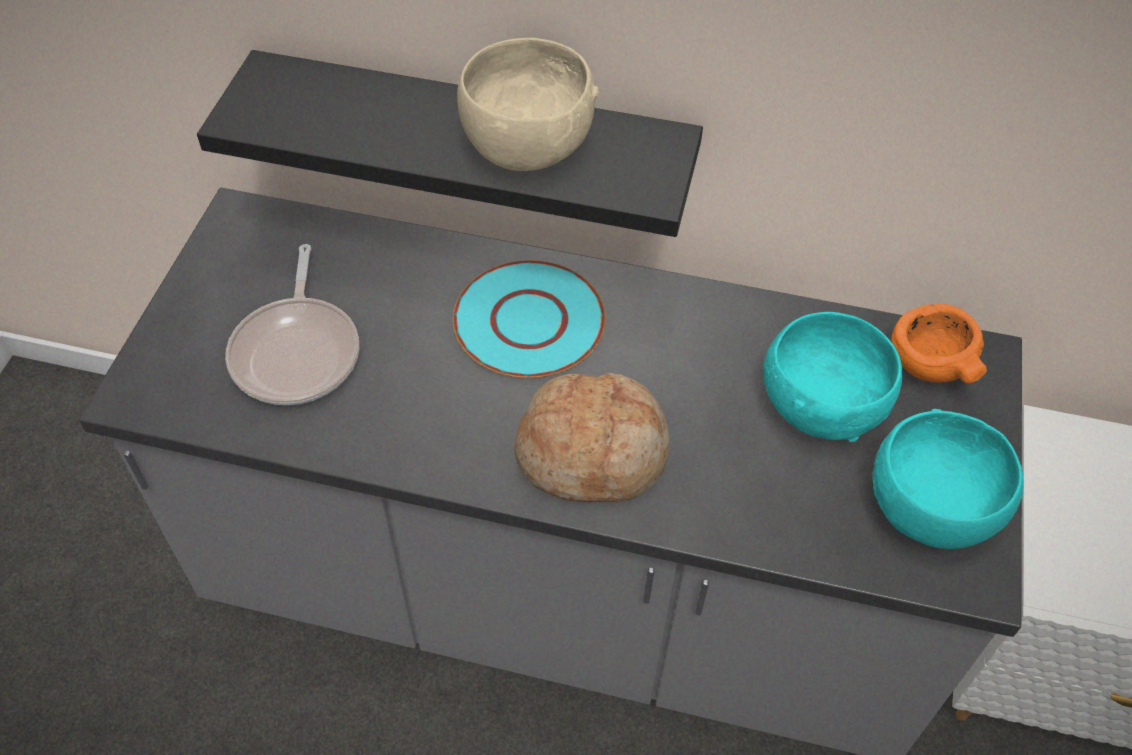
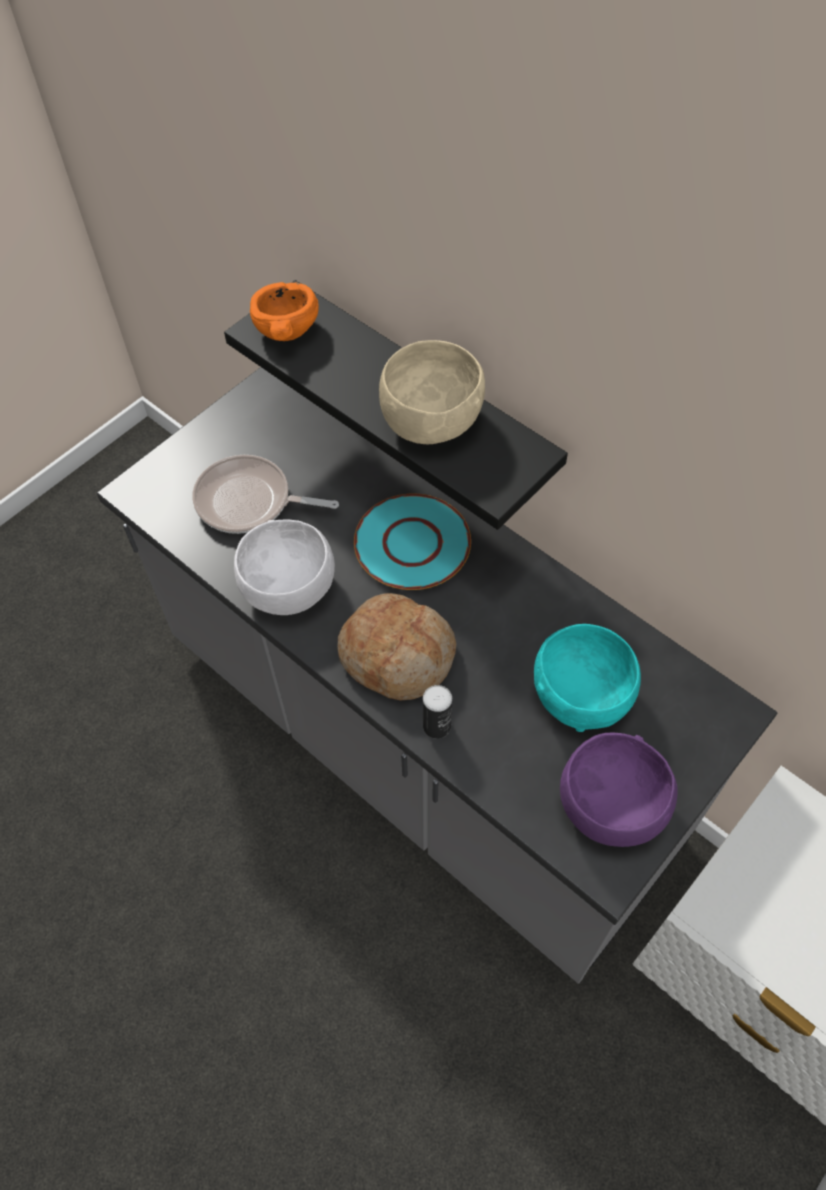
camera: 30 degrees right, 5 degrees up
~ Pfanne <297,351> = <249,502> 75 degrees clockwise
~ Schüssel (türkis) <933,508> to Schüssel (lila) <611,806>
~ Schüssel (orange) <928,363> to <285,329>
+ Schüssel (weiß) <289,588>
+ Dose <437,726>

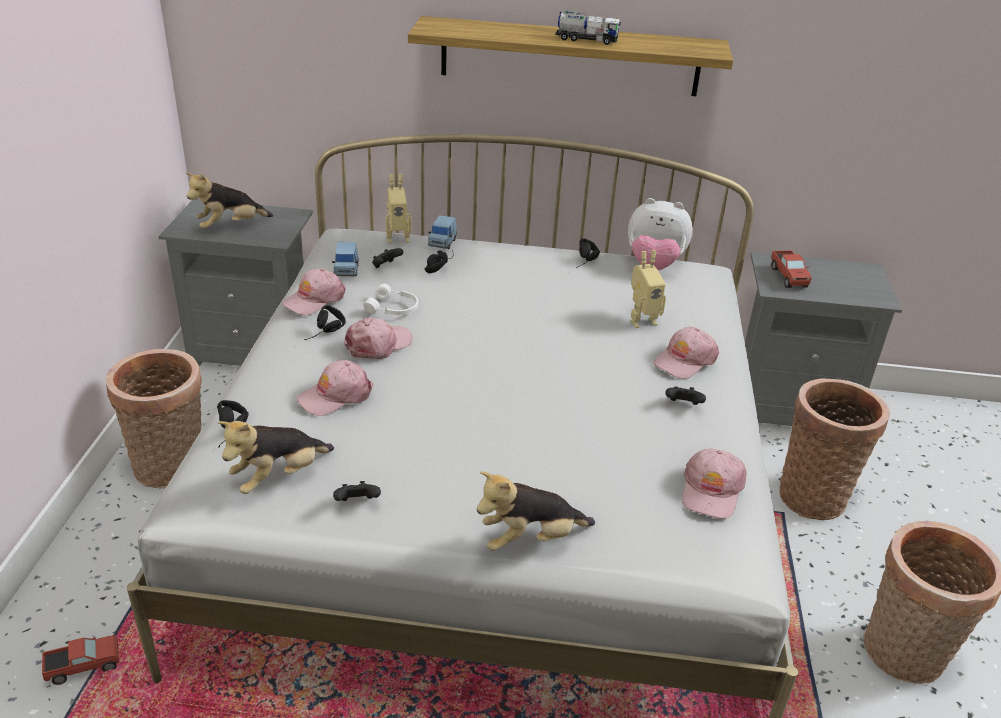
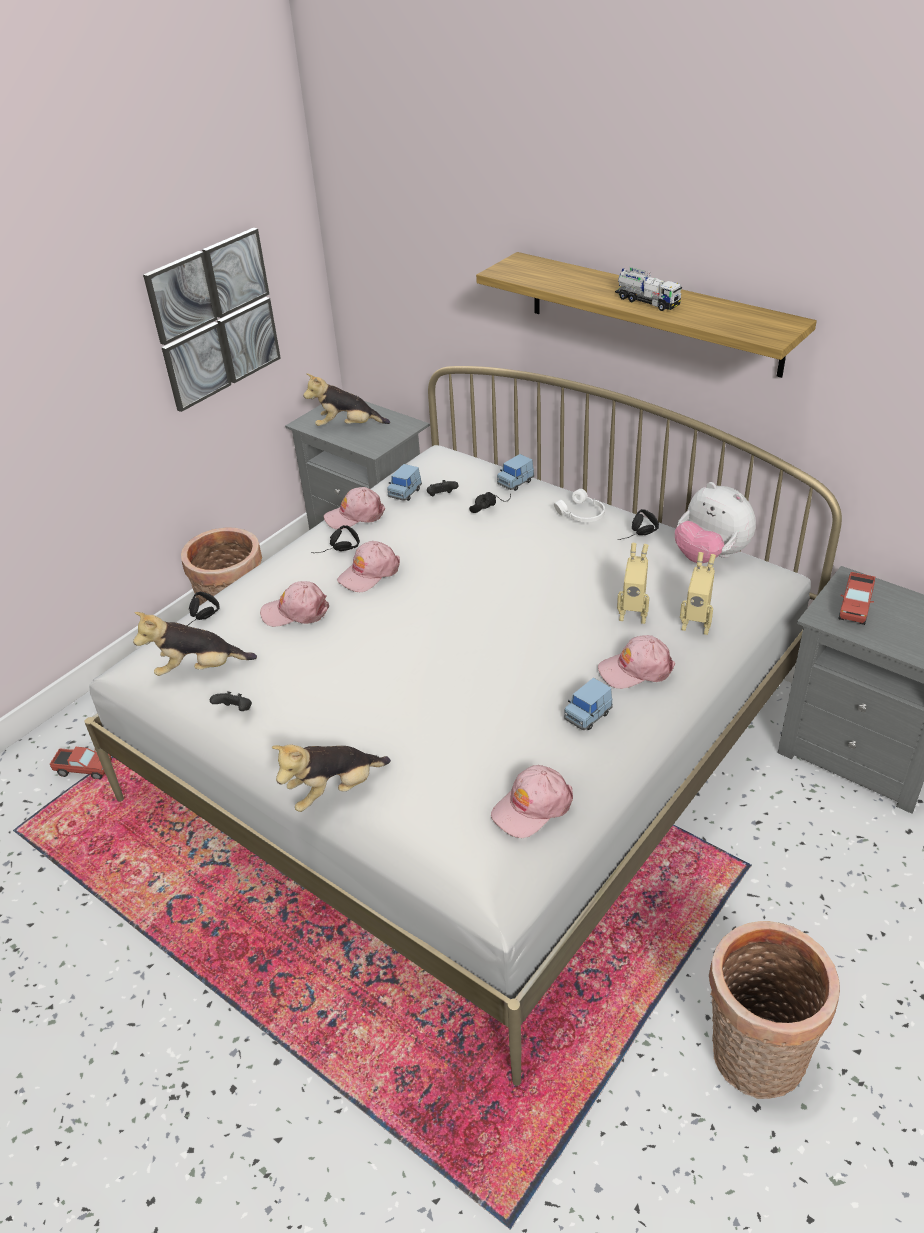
camera: 35 degrees right, 5 degrees up
~ Kappe (rosa) <378,344> = <369,573> 150 degrees clockwise
~ Kopfhörer (weiß) <393,309> to <581,514>
~ Spielzeugroboter <397,238> to <696,624>
~ Plüschtier <530,539> = <334,791> 45 degrees counterclockwise
~ Gamepad (schwarz) <683,405> to Spielzeugauto (blau) <587,715>
- Korb <814,494>
+ Bild <215,319>

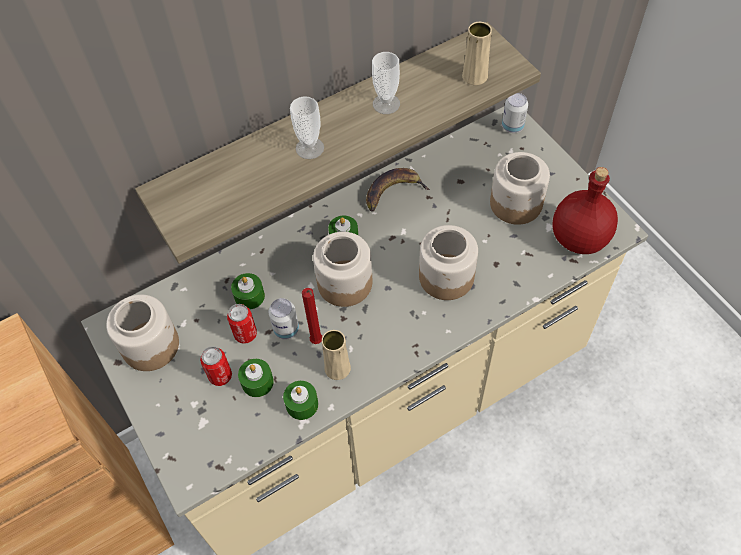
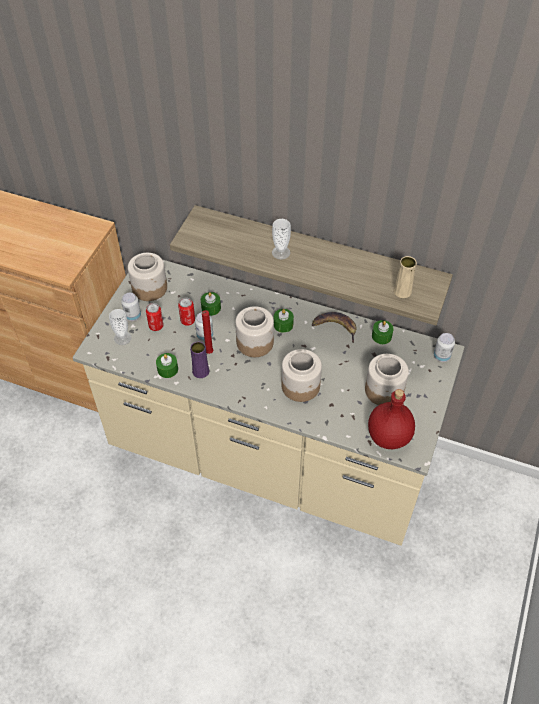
camera: 50 degrees right, 5 degrees down
~ Kerze (grün) <257,382> to <381,336>
~ Vase (beige) <337,368> to Vase (lila) <200,371>
~ Tasse <386,104> to <122,338>
+ Dose <133,316>

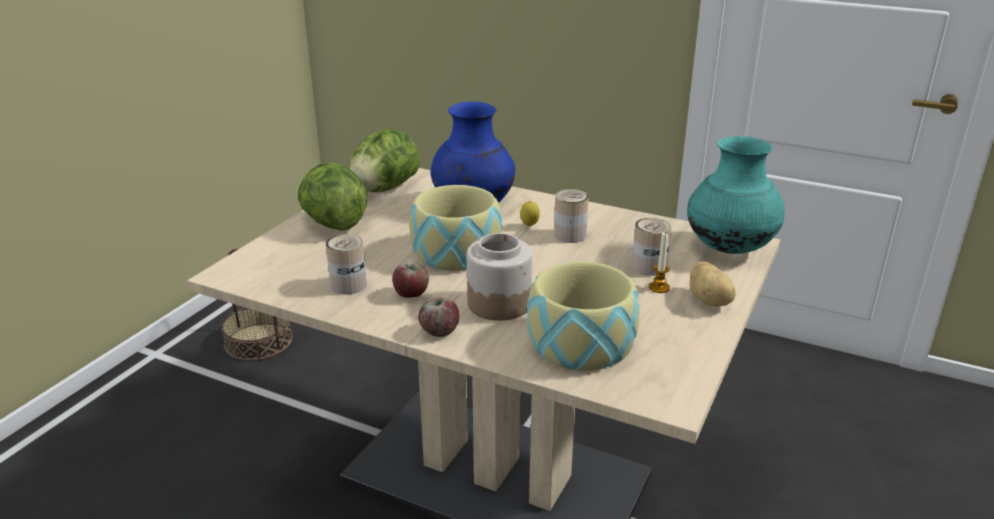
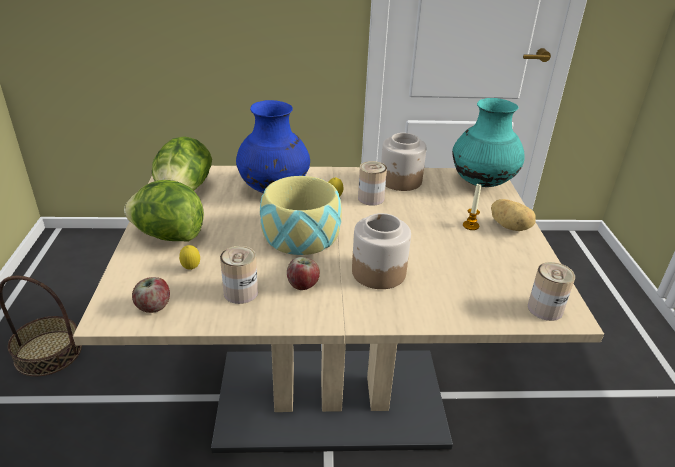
camera: 30 degrees left, 5 degrees up
~ Apfel <439,331> to <153,306>
- Schüssel <580,342>
~ Dose <649,267> to <545,309>
+ Zitrone <191,269>
+ Vorratsglas <401,181>

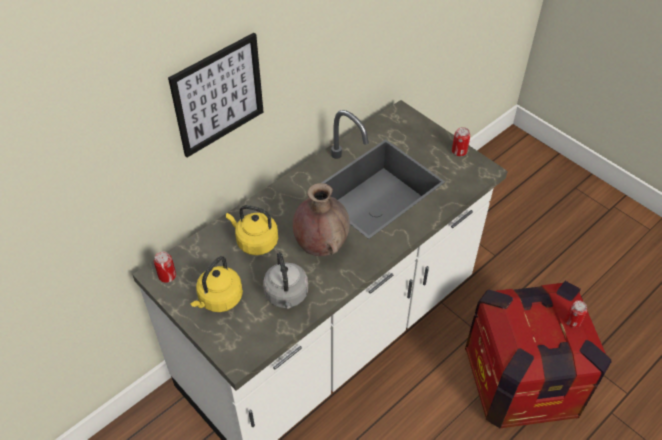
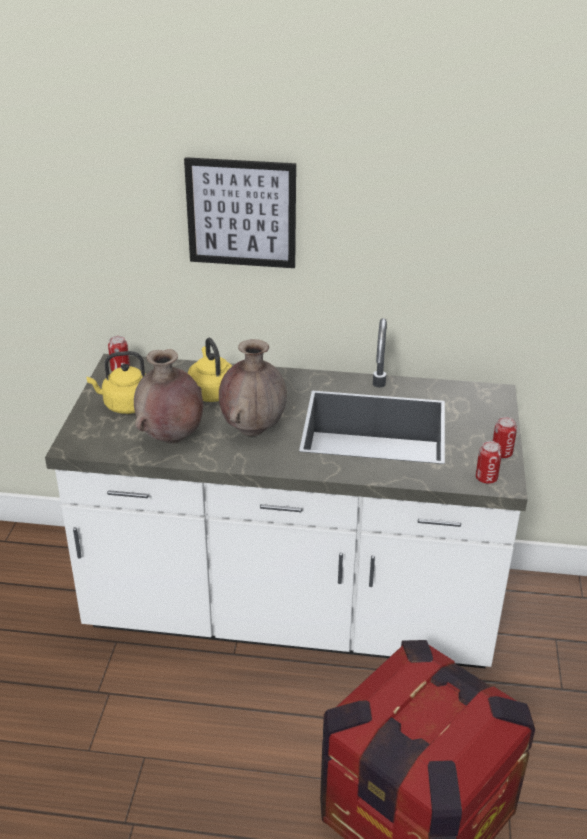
camera: 50 degrees right, 15 degrees down
~ Wasserkessel (grau) <287,296> to Vase (braun) <171,437>
~ Dose <572,321> to <486,478>

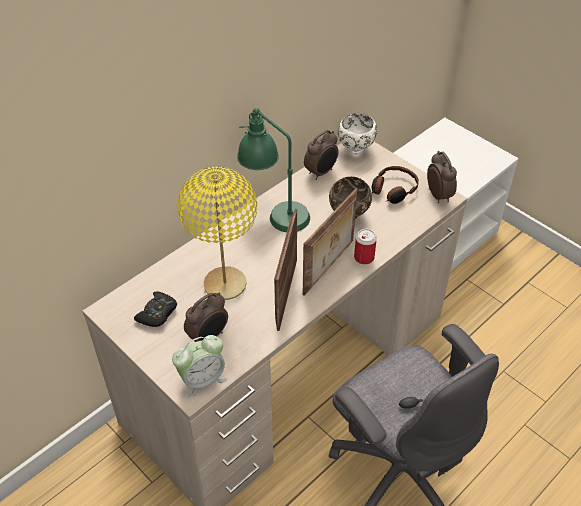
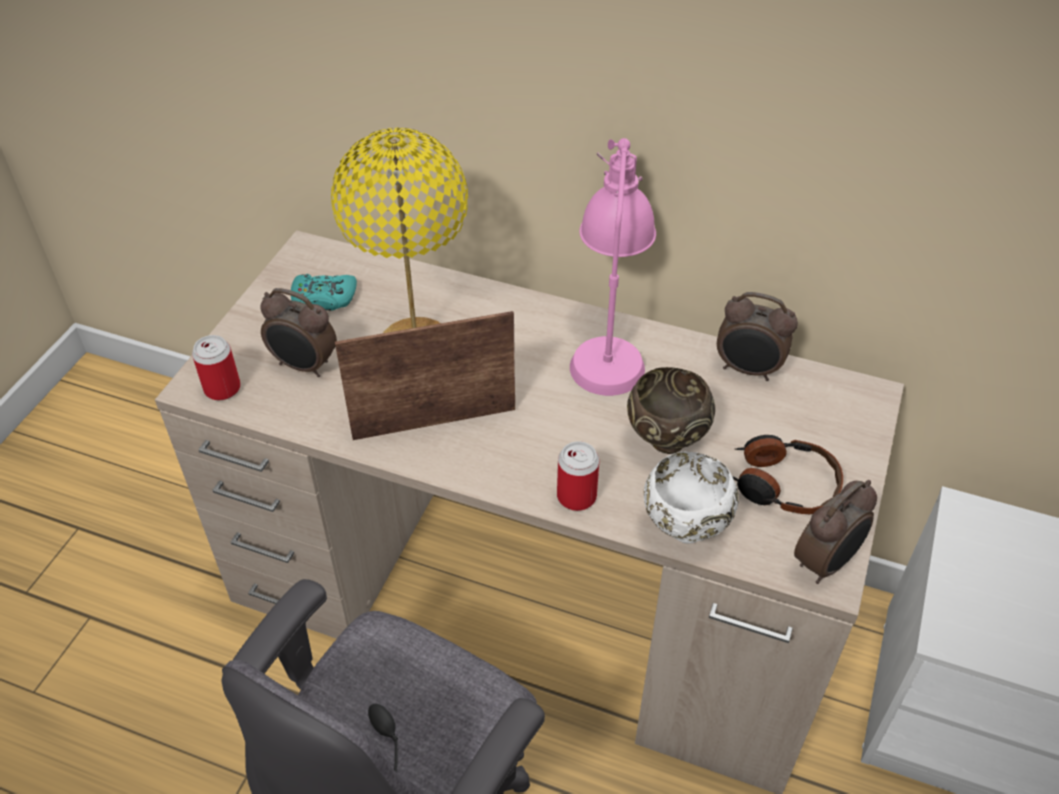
camera: 65 degrees right, 0 degrees up
~ Gamepad (schwarz) <157,313> to Gamepad (türkis) <324,299>
~ Wecker <202,380> to Dose <222,388>
~ Tischlampe (grün) <274,212> to Tischlampe (rosa) <607,344>
- Bilderrahmen <330,267>
~ Schüssel (weiß) <355,150> to <683,530>

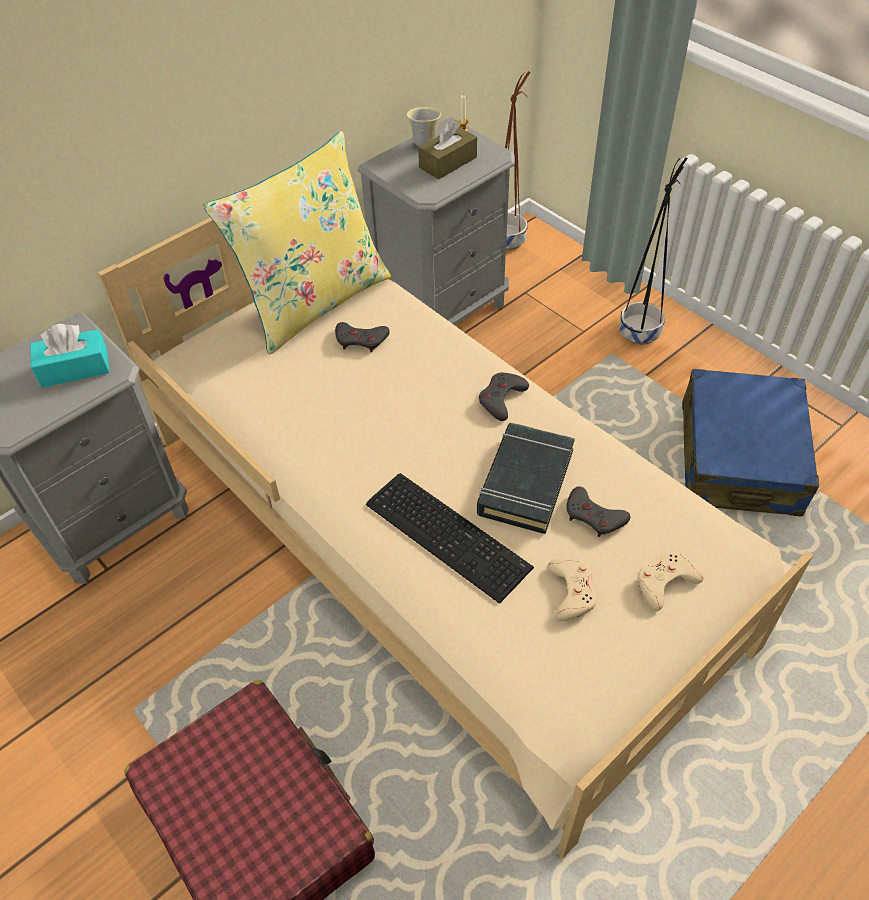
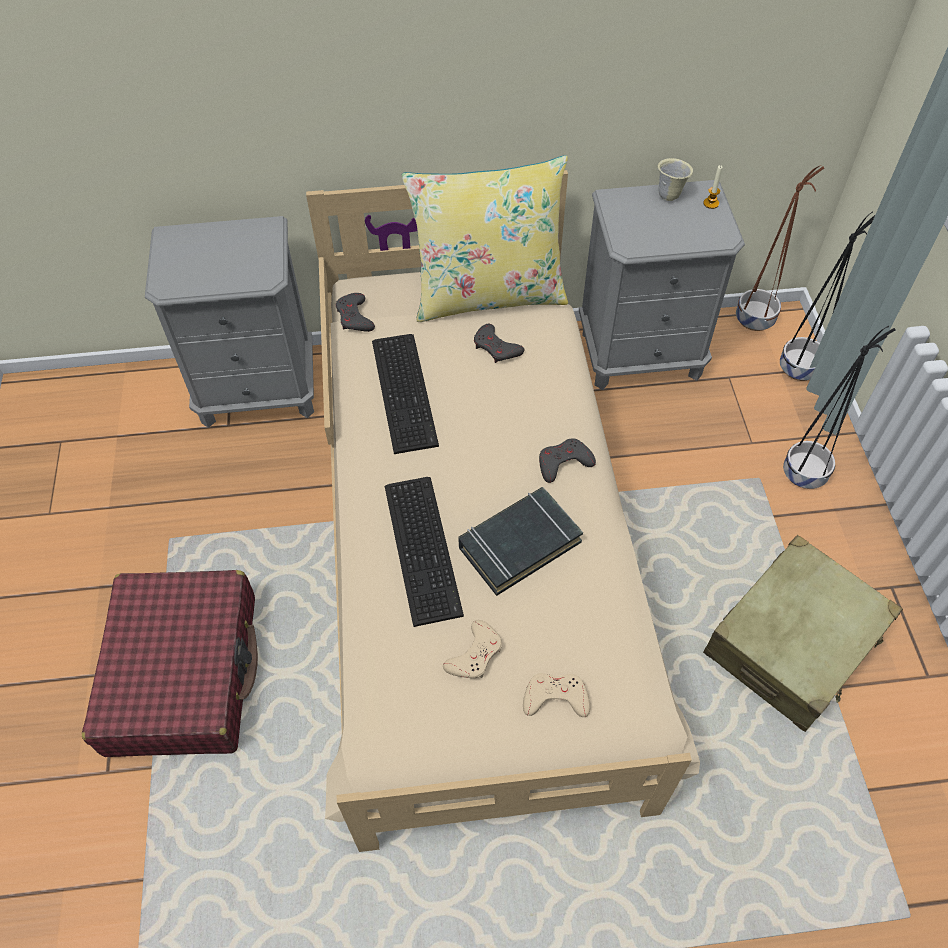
camera: 35 degrees right, 5 degrees up
- Taschentuchbox (türkis) <74,368>
- Taschentuchbox (braun) <448,162>
~ Gamepad (grau) <594,516> to <355,317>
~ Koffer (blau) <739,459> to Koffer (beige) <793,643>
+ Tastatur <406,390>
+ Pflanzkübel (schwarz) <800,367>

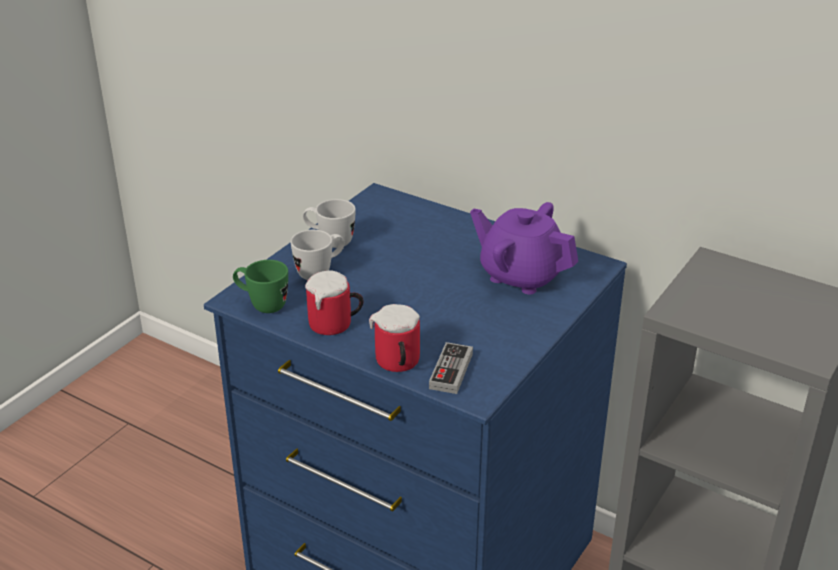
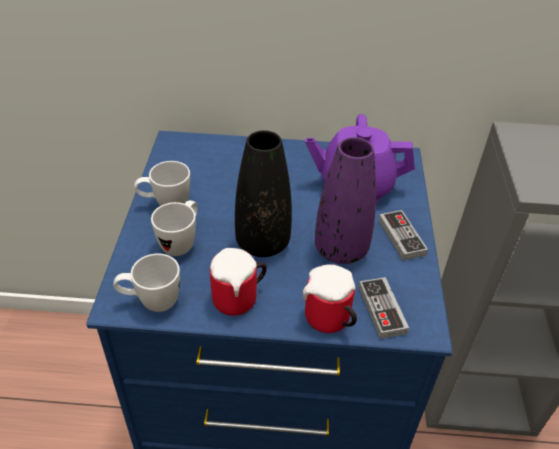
camera: 30 degrees left, 10 degrees up
~ Henkelbecher (grün) <262,305> to Henkelbecher (weiß) <151,302>
+ Vase (schwarz) <262,243>
+ Vase (lila) <341,250>
+ Gamepad <401,237>

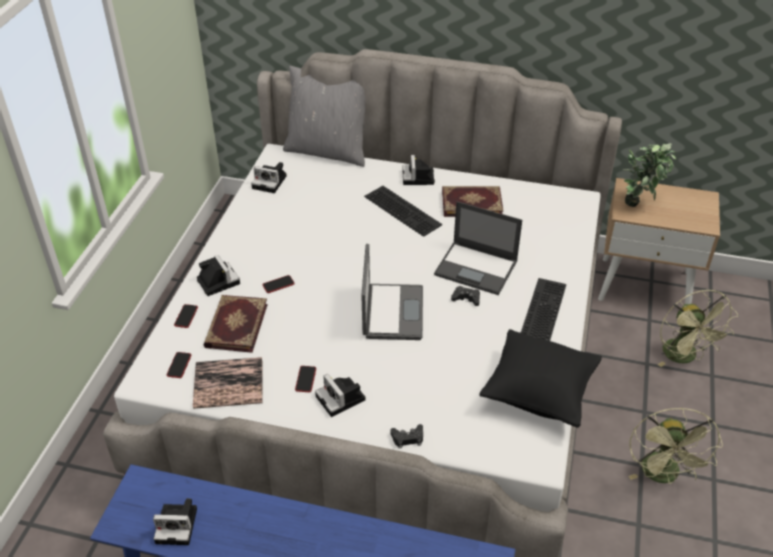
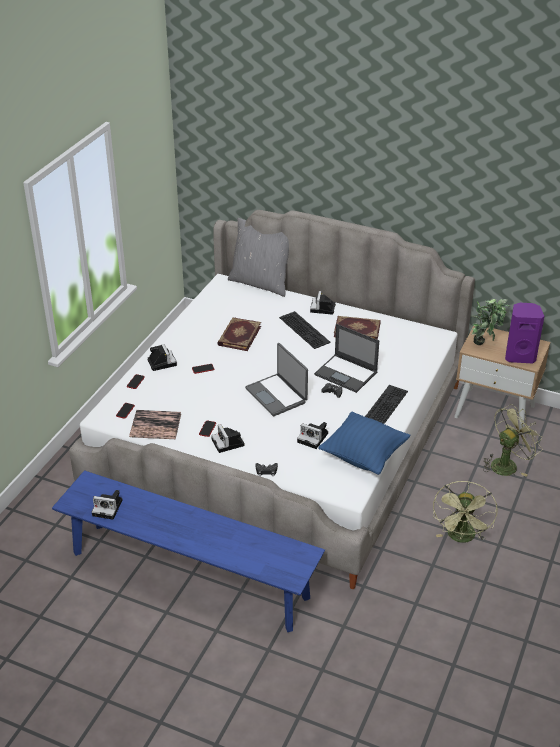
camera: 10 degrees right, 5 degrees down
~ Buch <235,325> to <238,335>
~ Kamera <271,182> to <314,438>
~ Laptop <391,312> = <277,395> 135 degrees clockwise
~ Kissen (schwarz) <538,394> to Kissen (blau) <363,456>
~ Ventilator (grün) <684,357> = <507,464> 120 degrees counterclockwise
+ Lautsprecher (lila) <519,356>

